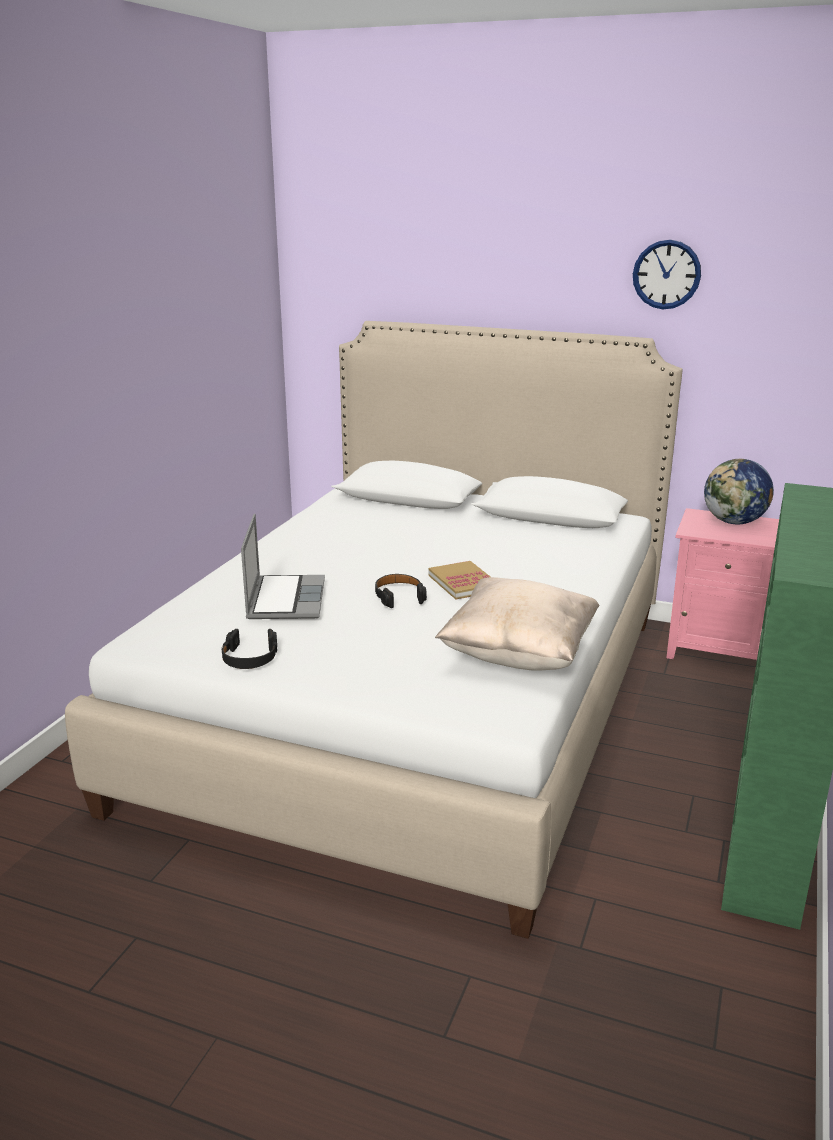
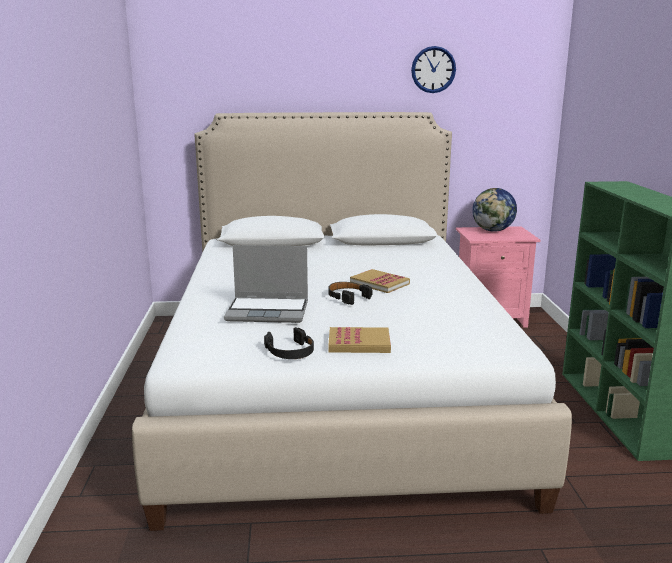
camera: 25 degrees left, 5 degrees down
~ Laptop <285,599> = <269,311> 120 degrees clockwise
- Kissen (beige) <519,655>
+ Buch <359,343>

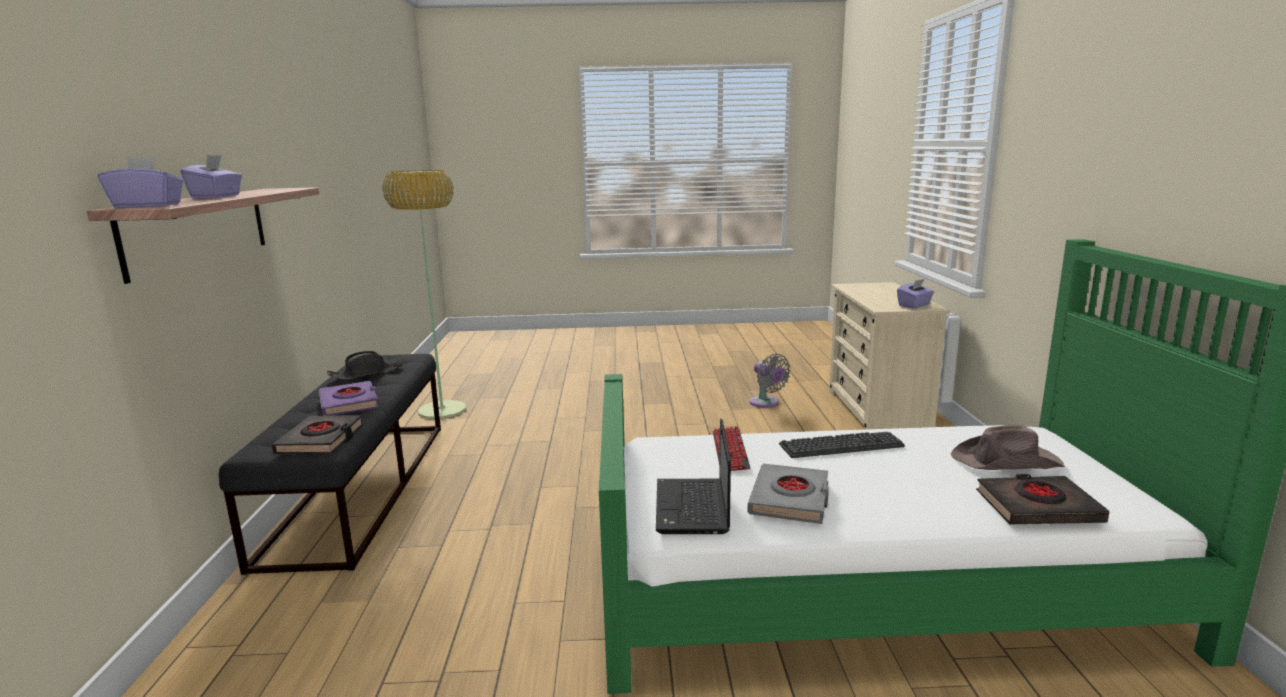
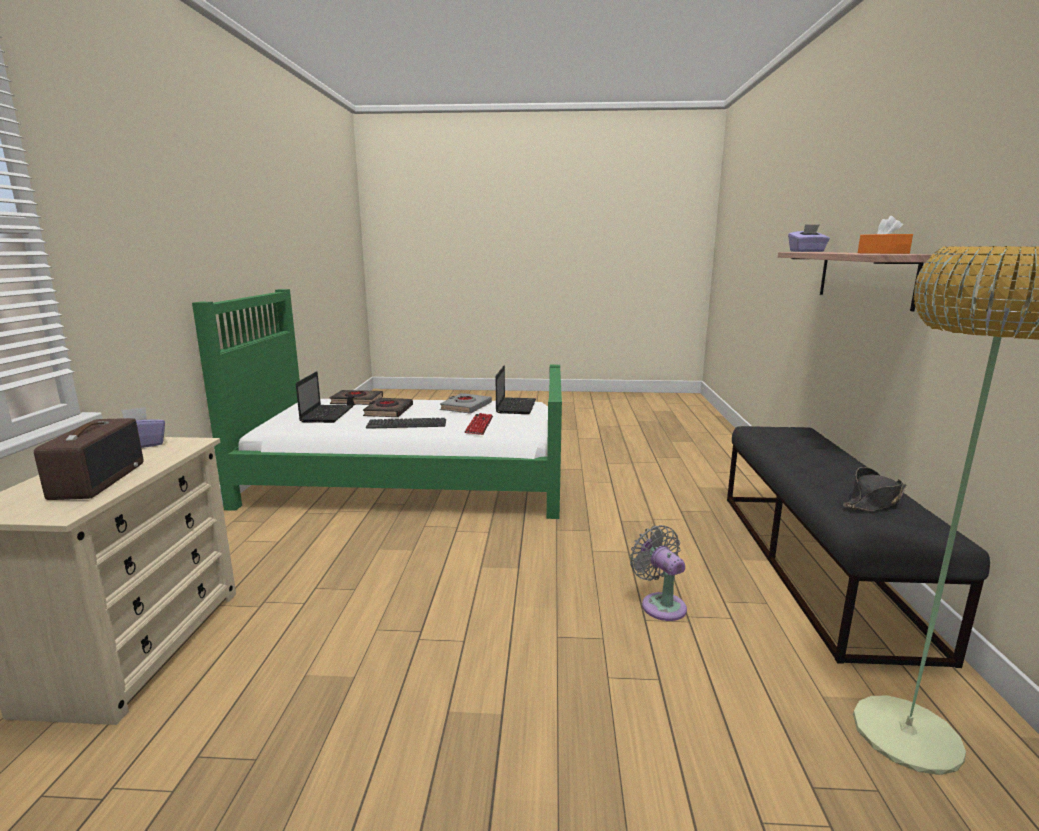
camera: 175 degrees left, 0 degrees up
- Taschentuchbox (lila) <217,196>
~ Buch (schwarz) <321,440> to <388,411>
- Buch (lila) <349,403>
~ Ventilator (grau) <766,403> to <660,604>
~ Hut (braun) <1007,461> to Laptop <327,414>
+ Radio <98,480>
+ Taschentuchbox (orange) <882,253>

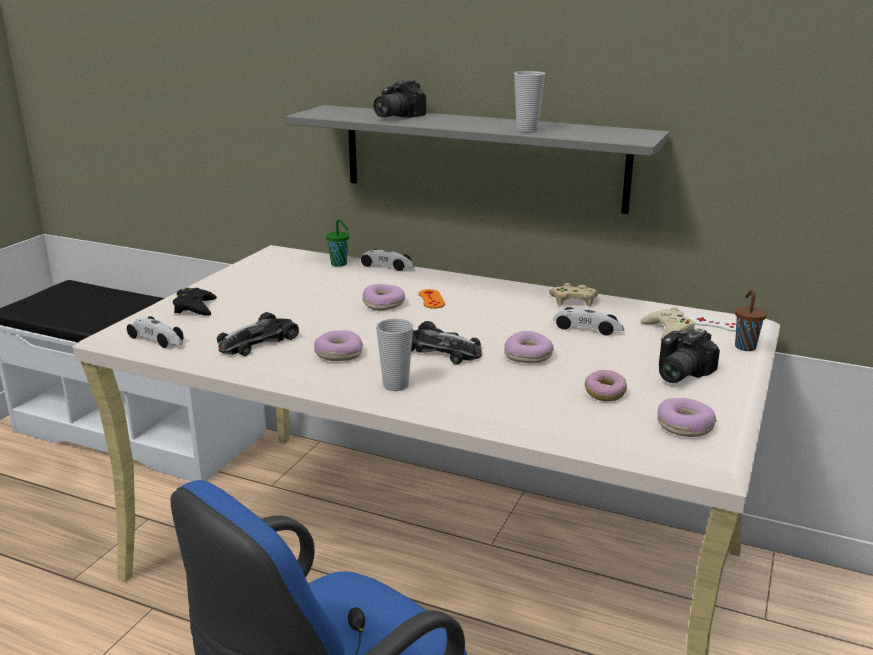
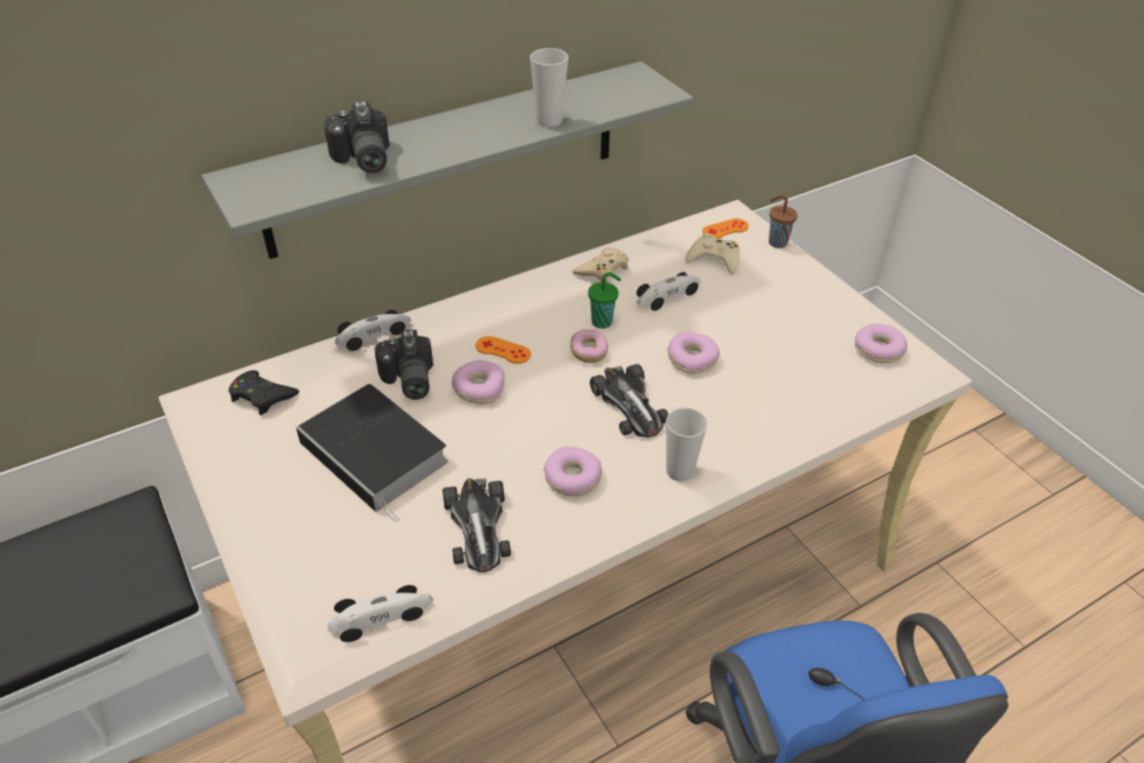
camera: 55 degrees left, 20 degrees up
~ Gamepad (schwarz) <195,307> to <262,396>
~ Tasse (grün) <339,264> to <603,322>
~ Spielzeugauto <440,350> = <629,405> 90 degrees clockwise
~ Donut <604,394> to <588,353>
~ Kamera <677,373> to <407,381>
~ Gamepad (weiß) <717,324> to Gamepad (orange) <725,229>
+ Buch <377,454>

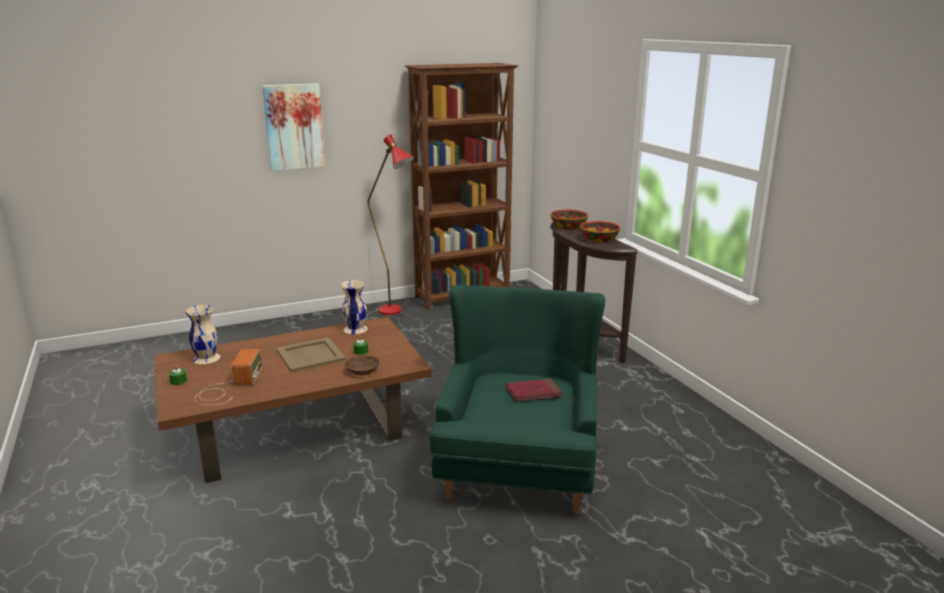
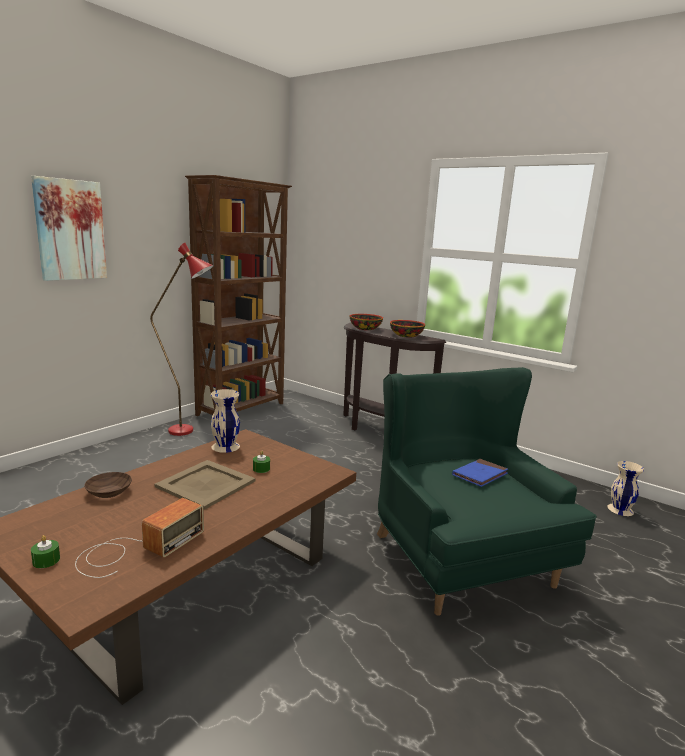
camera: 30 degrees left, 5 degrees down
~ Vase (beige) <206,358> to <619,509>
~ Radio <228,386> = <137,549> 60 degrees clockwise
~ Schüssel (braun) <361,371> to <108,492>
~ Buch (rot) <533,392> to Buch (blau) <480,475>

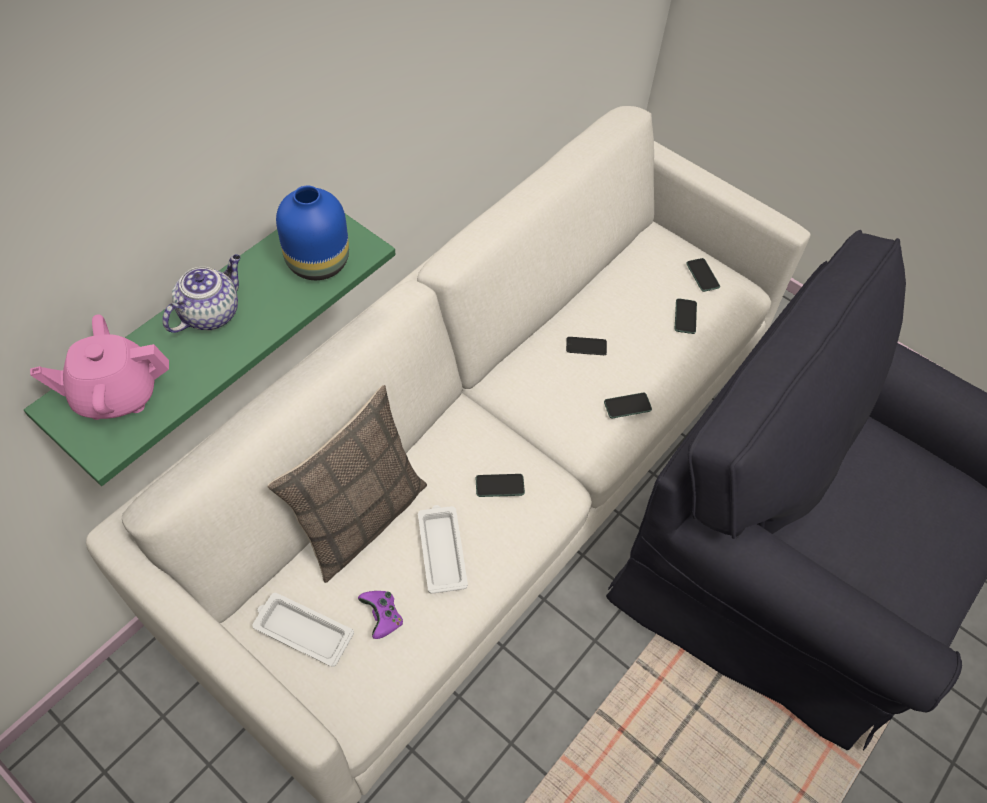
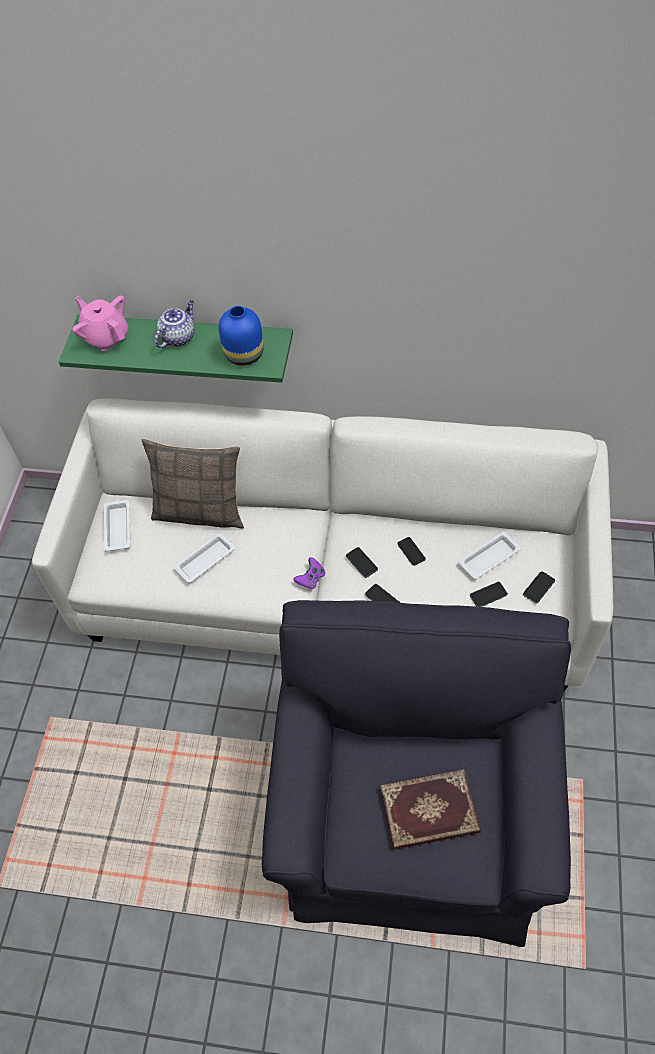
camera: 65 degrees right, 0 degrees up
~ Teekanne <211,313> = <178,337> 60 degrees counterclockwise
~ Gamepad (lila) <382,617> to <311,578>
~ Handy <499,486> to <361,563>
+ Buch <429,812>
+ Tablett (weiß) <490,557>

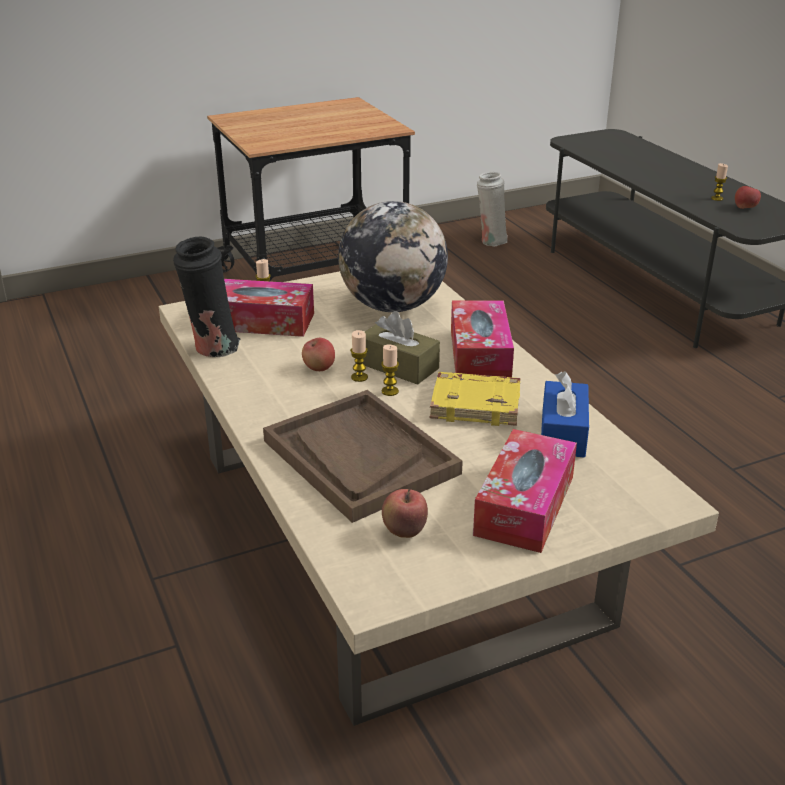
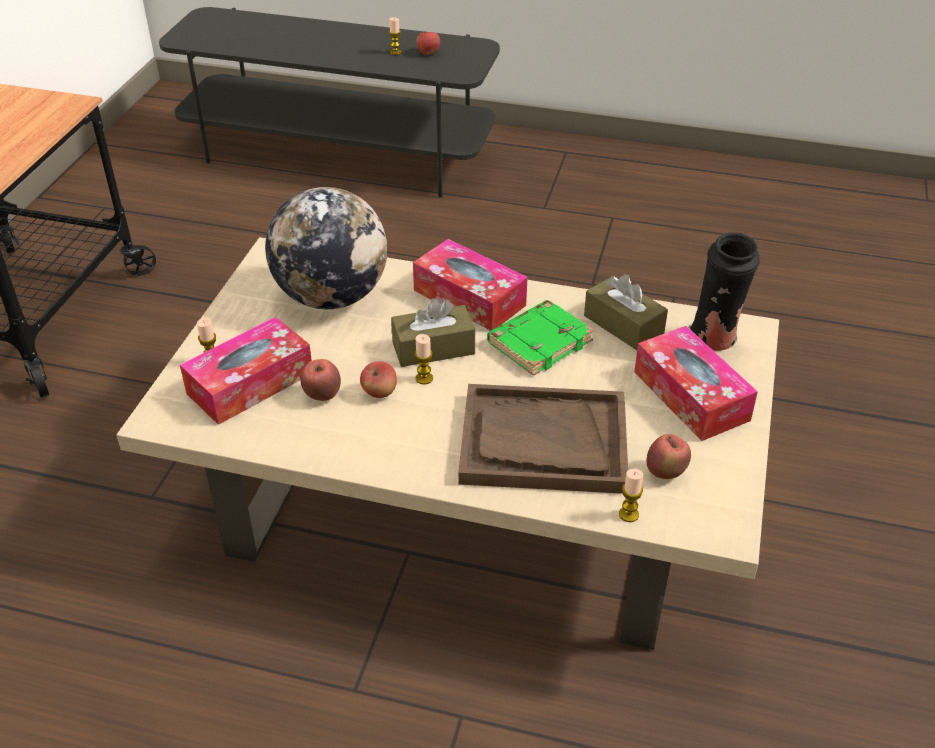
camera: 50 degrees left, 10 degrees up
~ Vase (schwarz) <213,349> to <715,340>
~ Kerze <390,391> to <628,514>
~ Buch (gelb) <477,404> to Buch (grün) <539,342>
- Vase (weiß) <491,241>
~ Taschentuchbox (blau) <563,433> to Taschentuchbox (braun) <623,325>
+ Apfel <322,395>

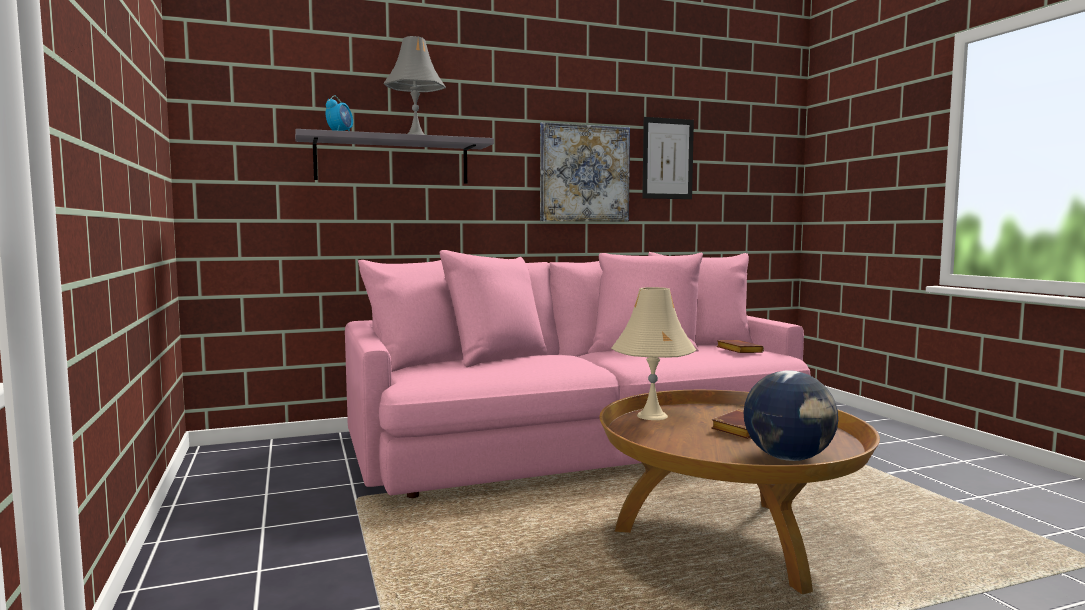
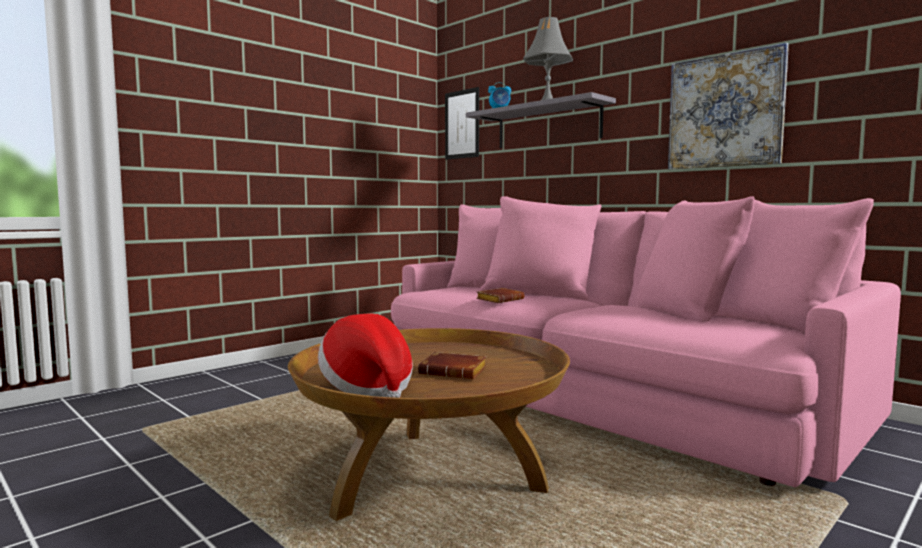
camera: 65 degrees right, 0 degrees up
- Tischlampe (beige) <652,416>
~ Bild <667,158> to <462,124>
~ Buch (braun) <737,351> to <500,300>
~ Globus <789,458> to Hut <367,388>

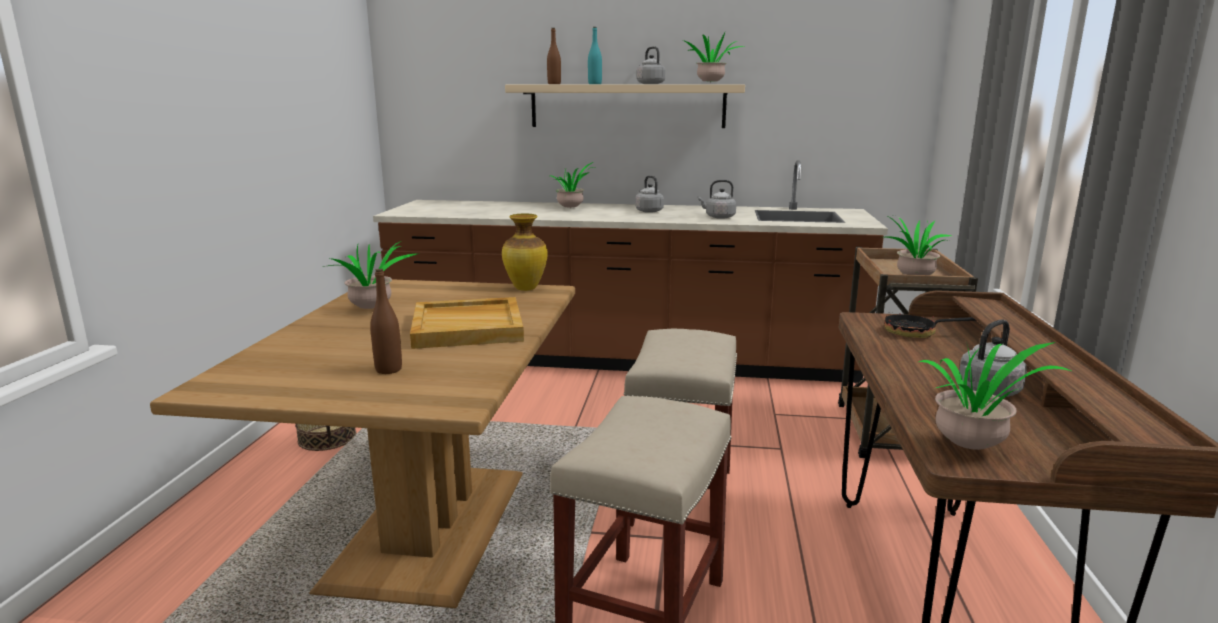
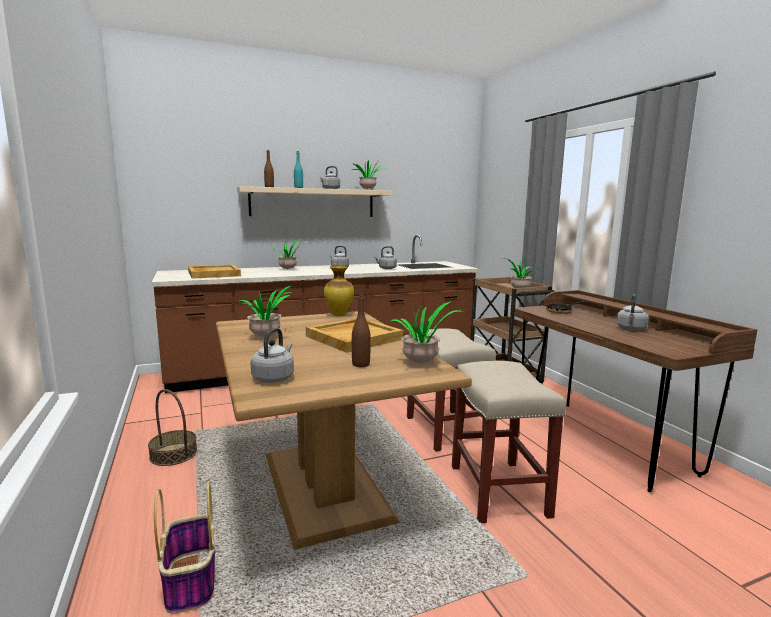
camera: 30 degrees left, 5 degrees down
~ Topfpflanze <974,449> to <423,363>
+ Korb <190,580>
+ Tablett (beige) <213,274>
+ Wasserkessel (grau) <274,378>

